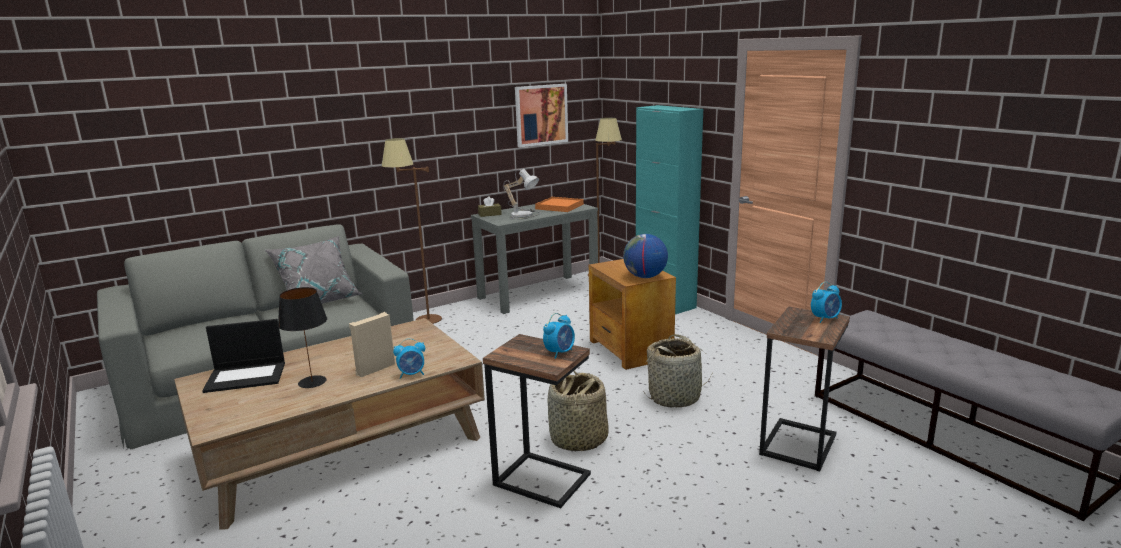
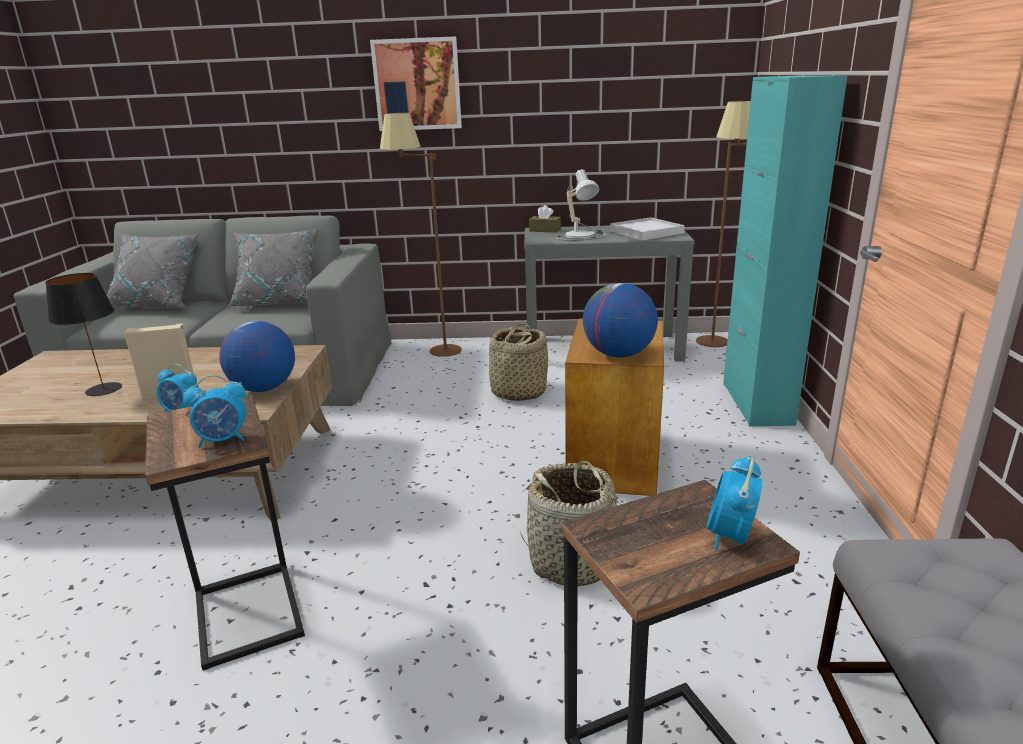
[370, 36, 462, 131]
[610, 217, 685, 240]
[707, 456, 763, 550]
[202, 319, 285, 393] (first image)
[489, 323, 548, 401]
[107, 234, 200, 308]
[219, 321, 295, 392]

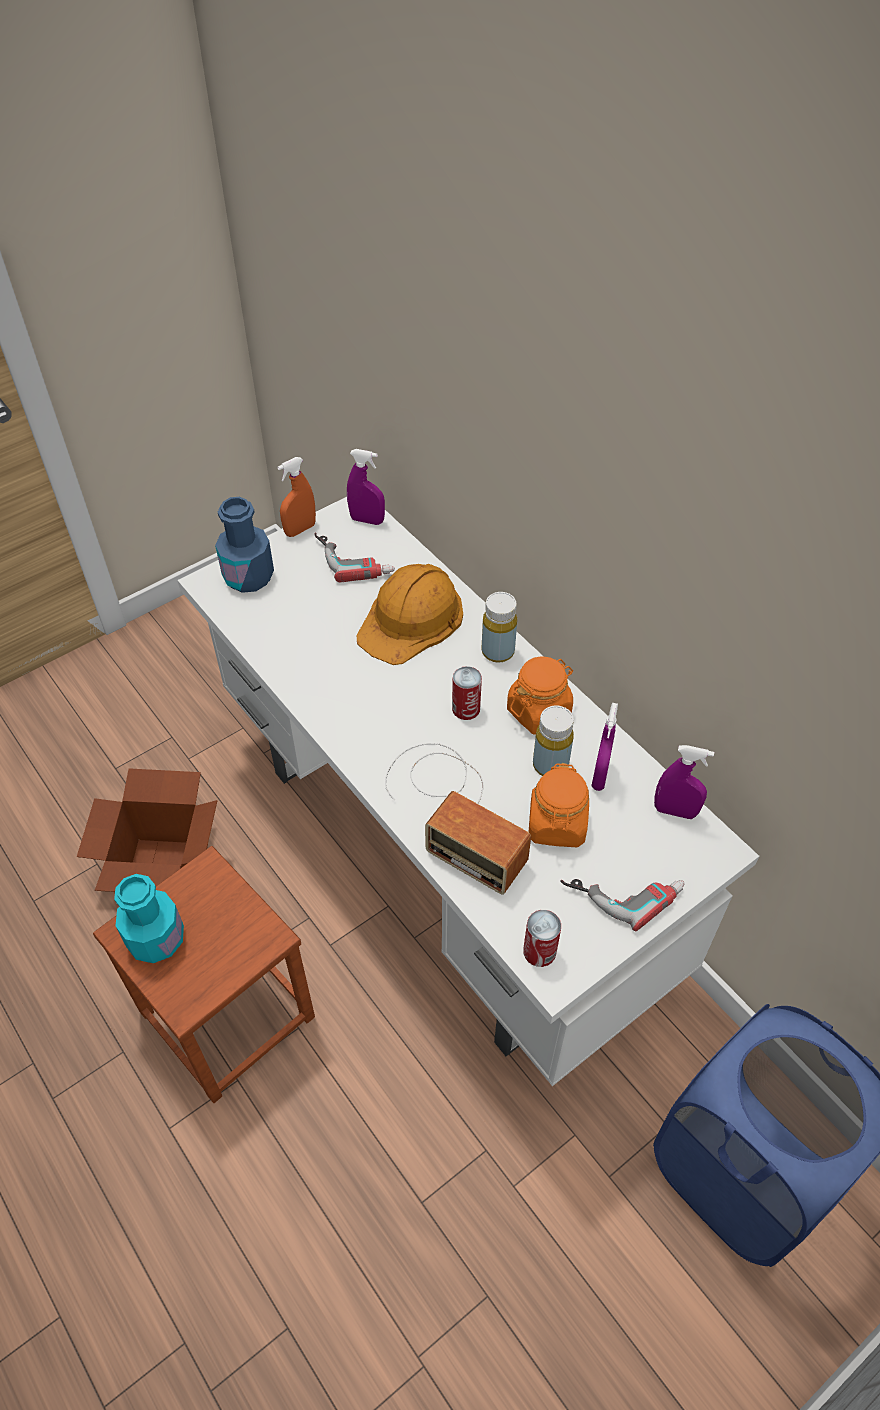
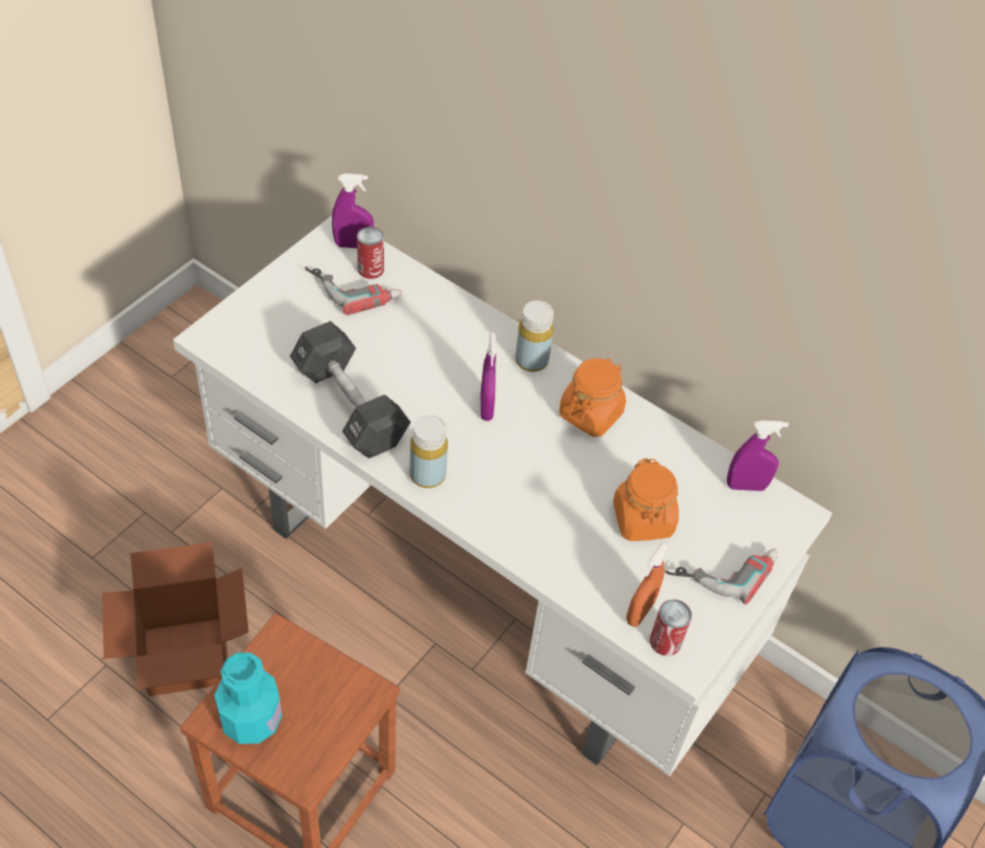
[626, 542, 669, 627]
[215, 497, 274, 593] (first image)
[357, 564, 463, 665] (first image)
[357, 227, 384, 279]
[480, 333, 496, 421]
[410, 415, 448, 488]
[385, 743, 531, 895] (first image)
[290, 321, 411, 458]

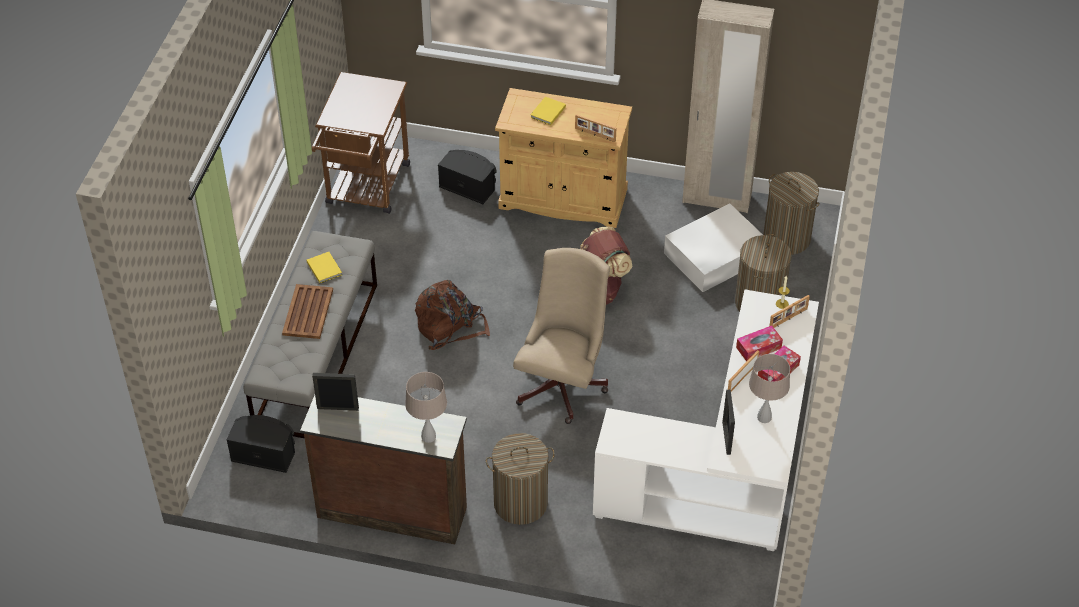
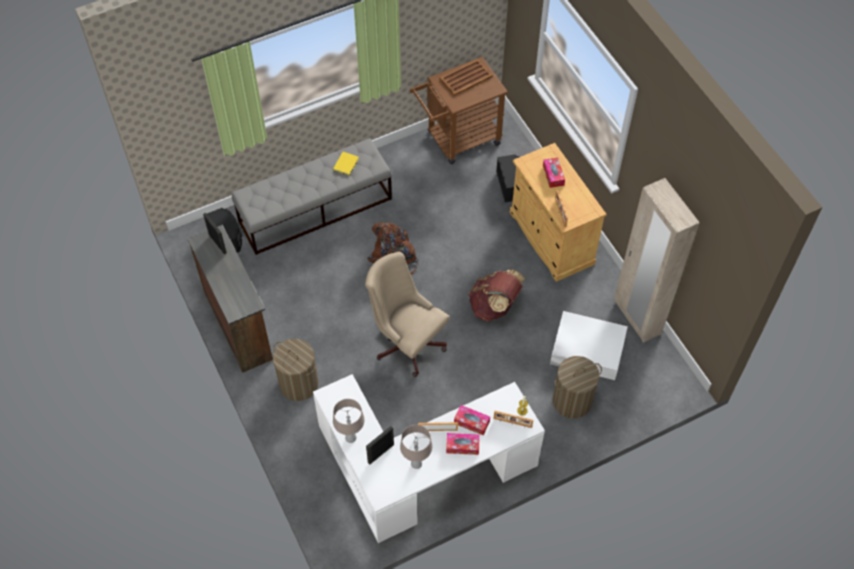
[543, 157, 565, 188]
[763, 172, 820, 255] (first image)
[365, 252, 450, 377]
[440, 59, 493, 96]
[333, 399, 365, 443]

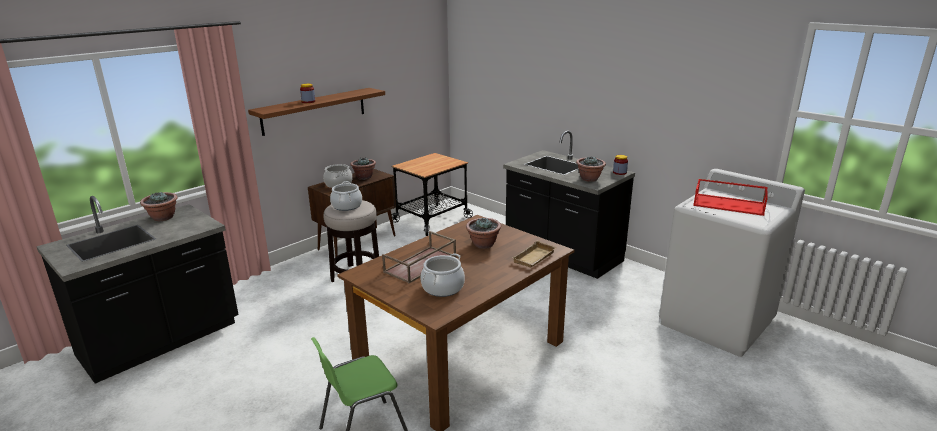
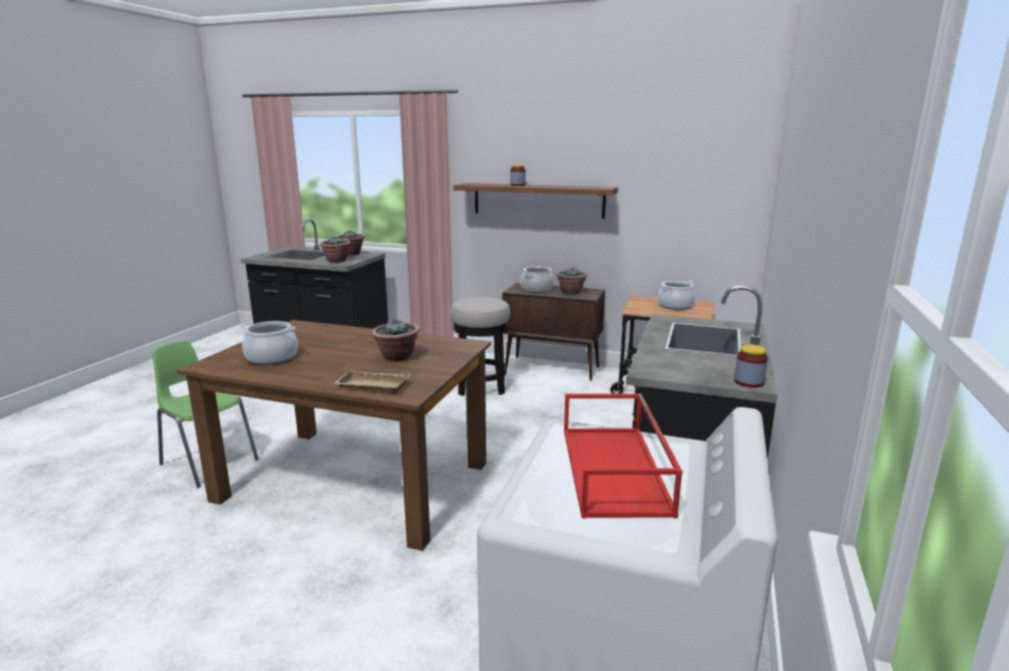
[319, 237, 351, 263]
[658, 281, 695, 310]
[382, 231, 456, 284] (first image)

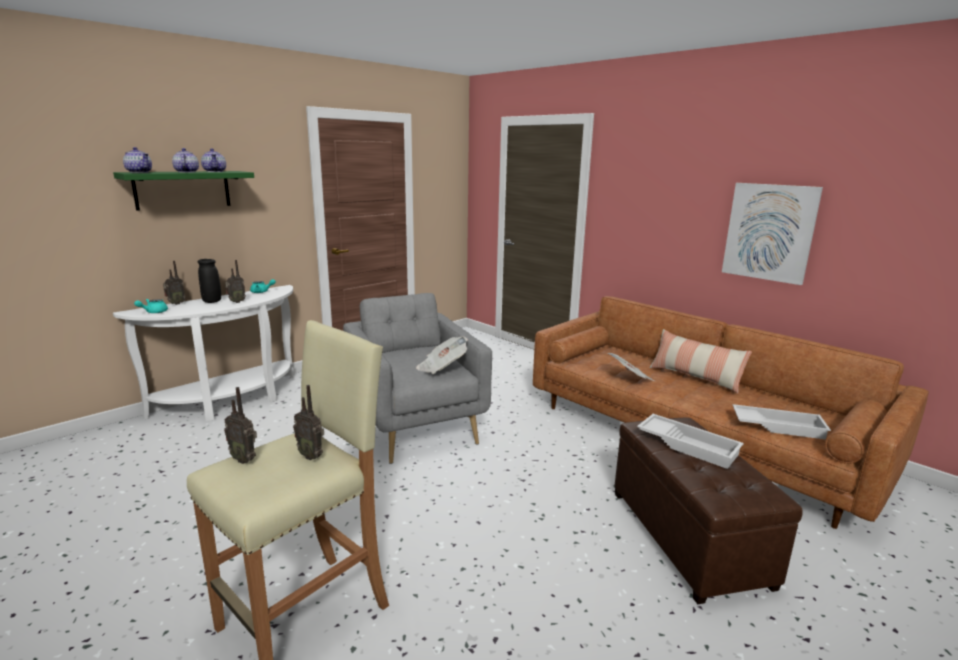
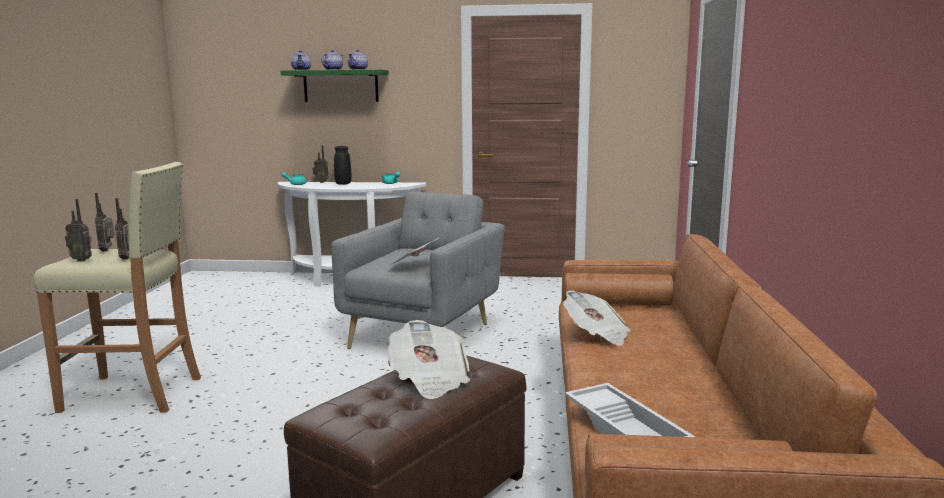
[722, 183, 823, 285] (first image)
[65, 199, 92, 262]
[649, 329, 752, 394] (first image)
[387, 320, 470, 399]

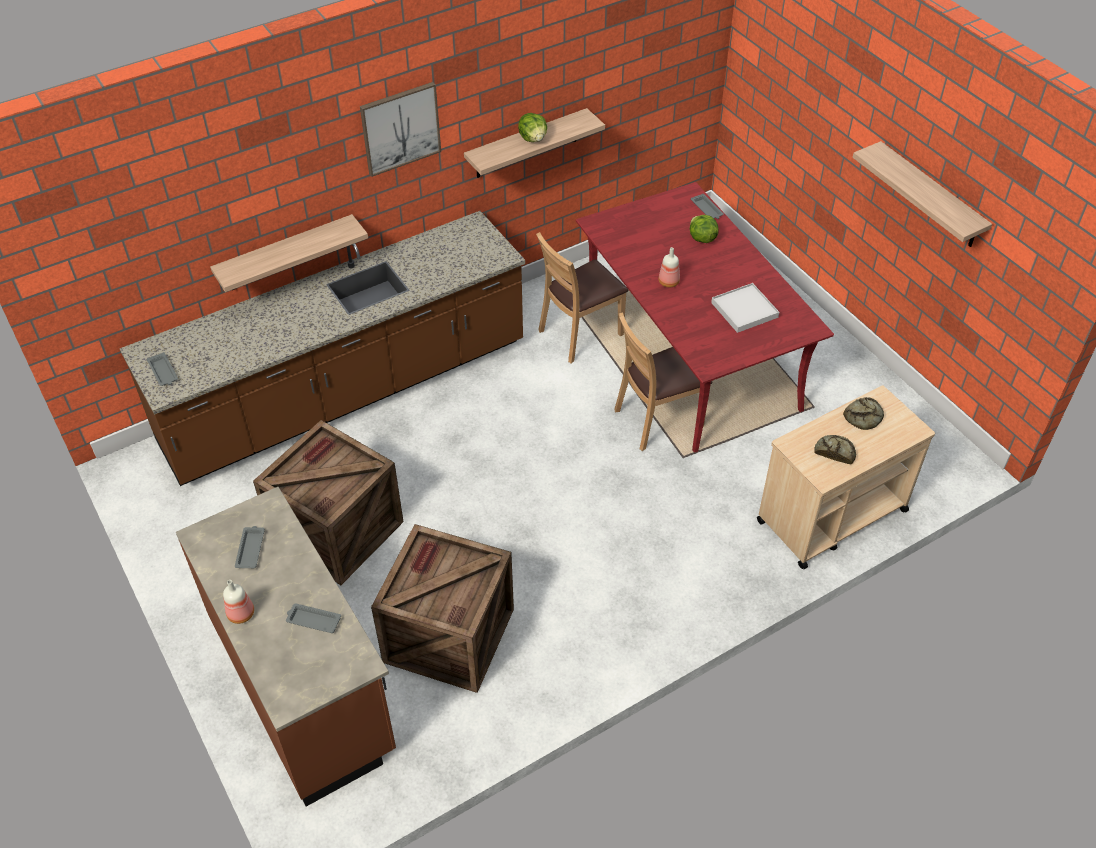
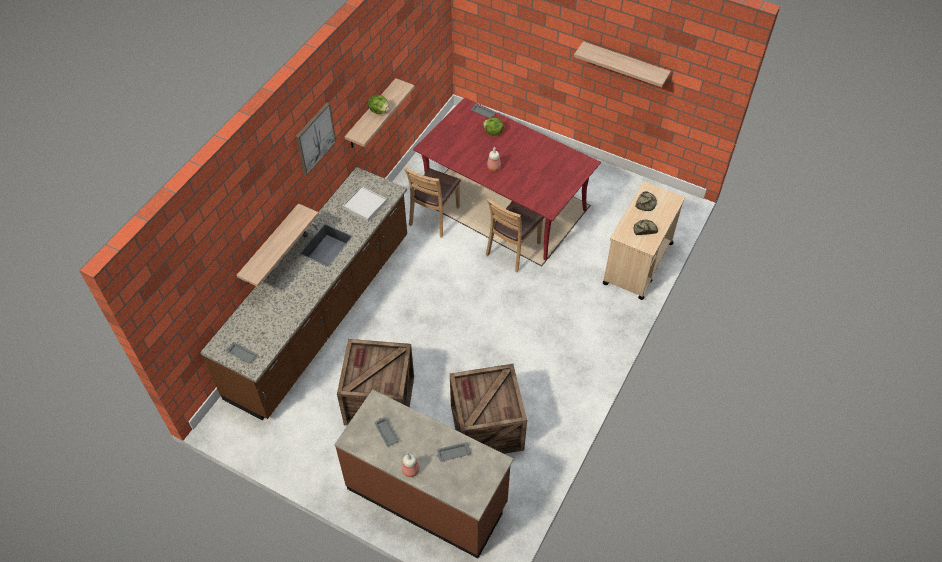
[343, 186, 387, 222]

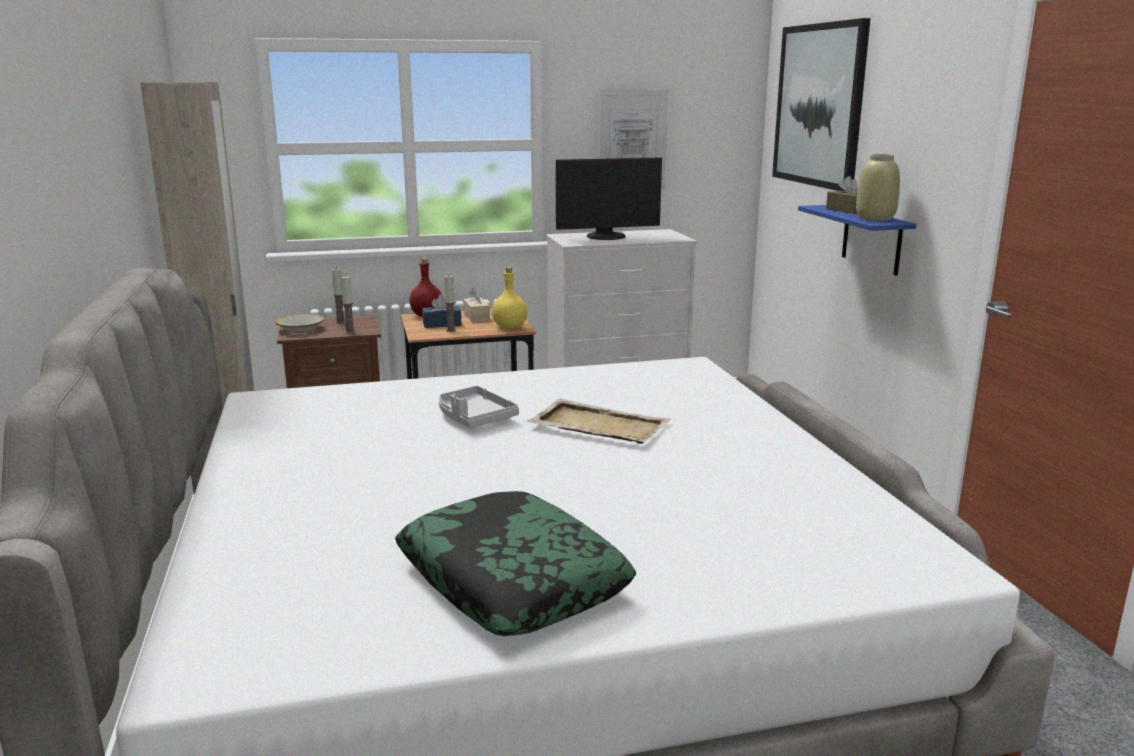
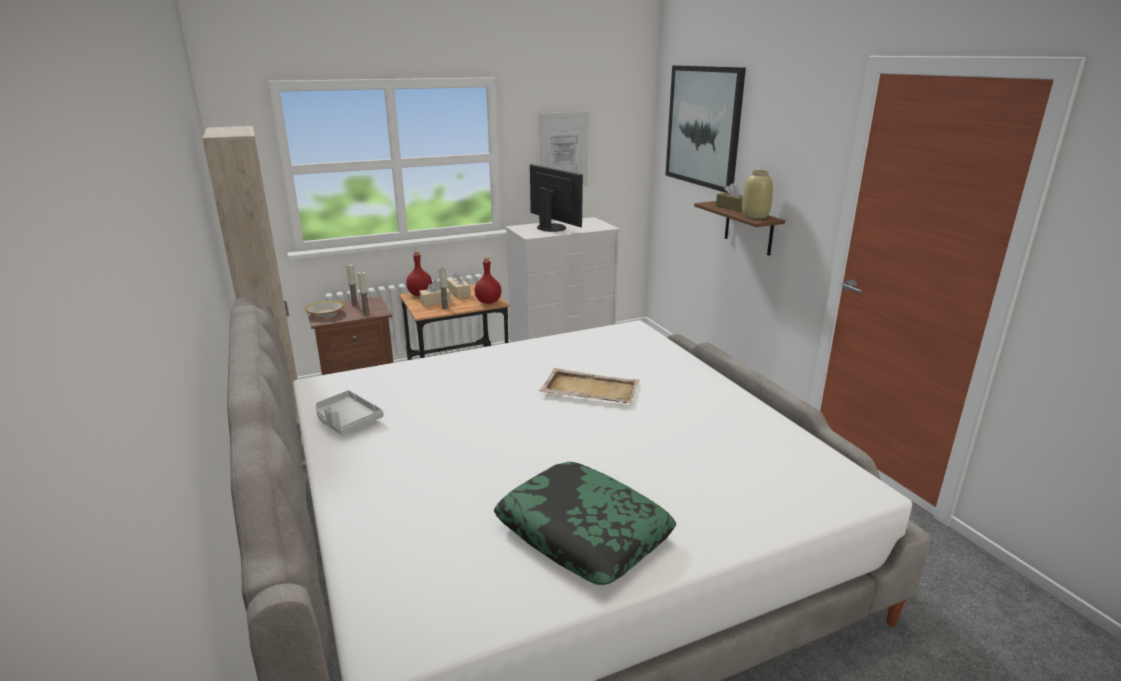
[530, 164, 583, 232]
[694, 201, 785, 255]
[475, 258, 501, 304]
[419, 280, 451, 307]
[316, 390, 383, 435]

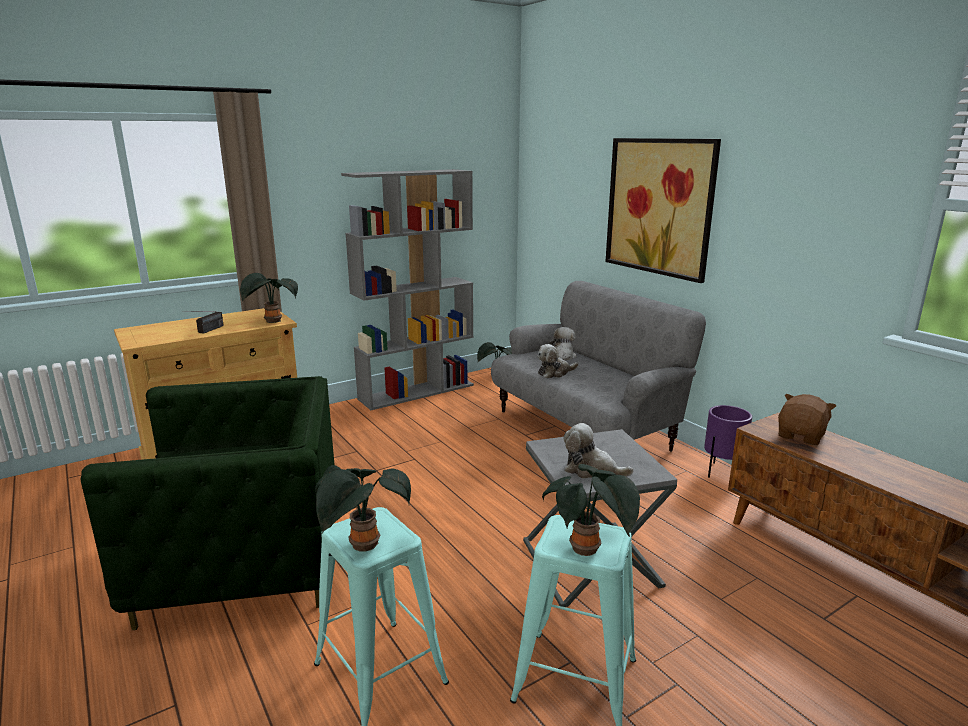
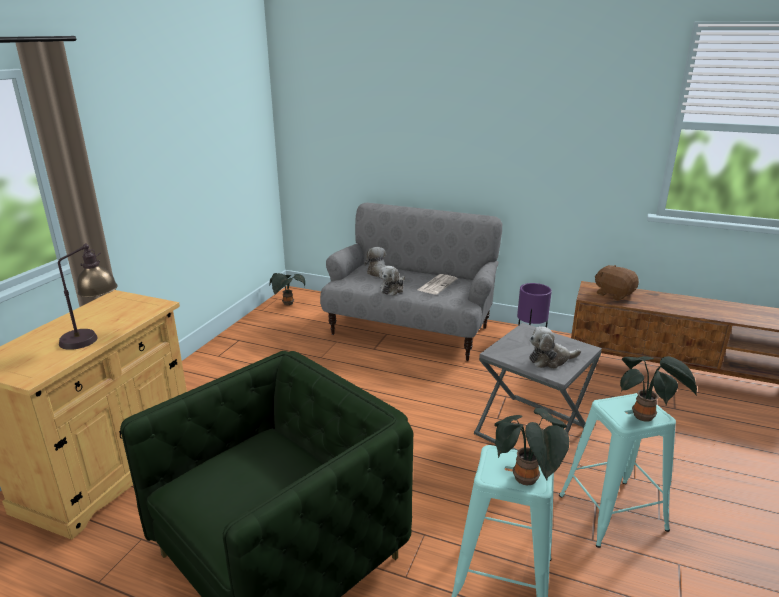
[605, 138, 721, 283] (first image)
[341, 169, 474, 410] (first image)
[240, 273, 298, 323] (first image)
[58, 243, 118, 350]
[595, 265, 639, 301]
[418, 274, 458, 295]

